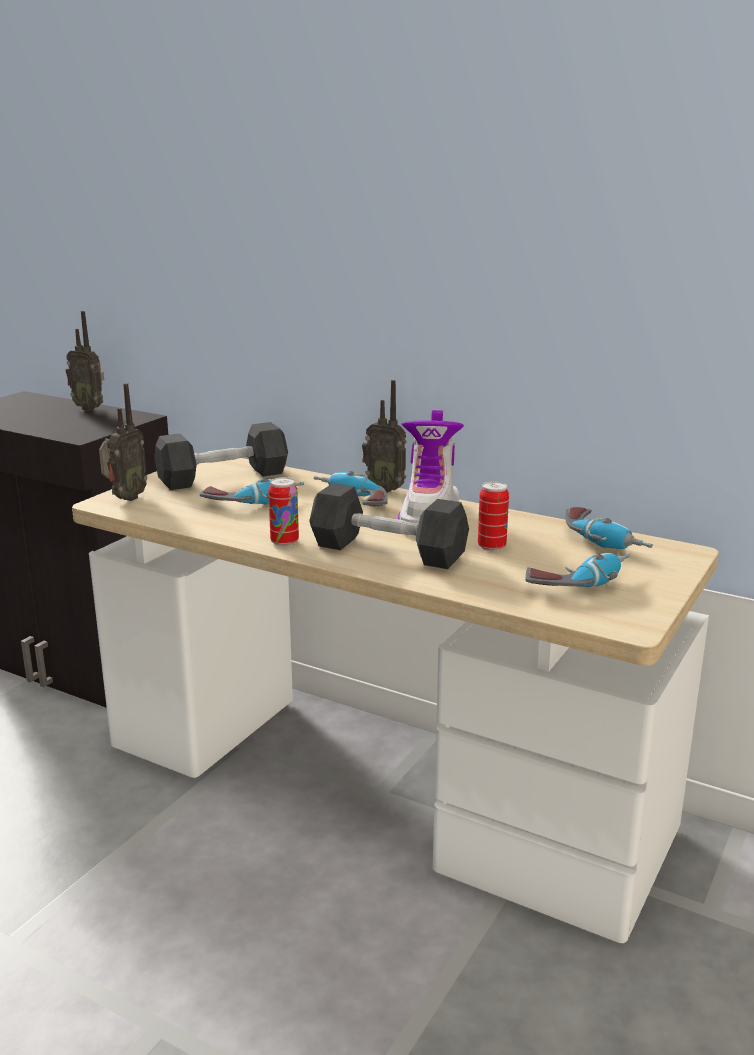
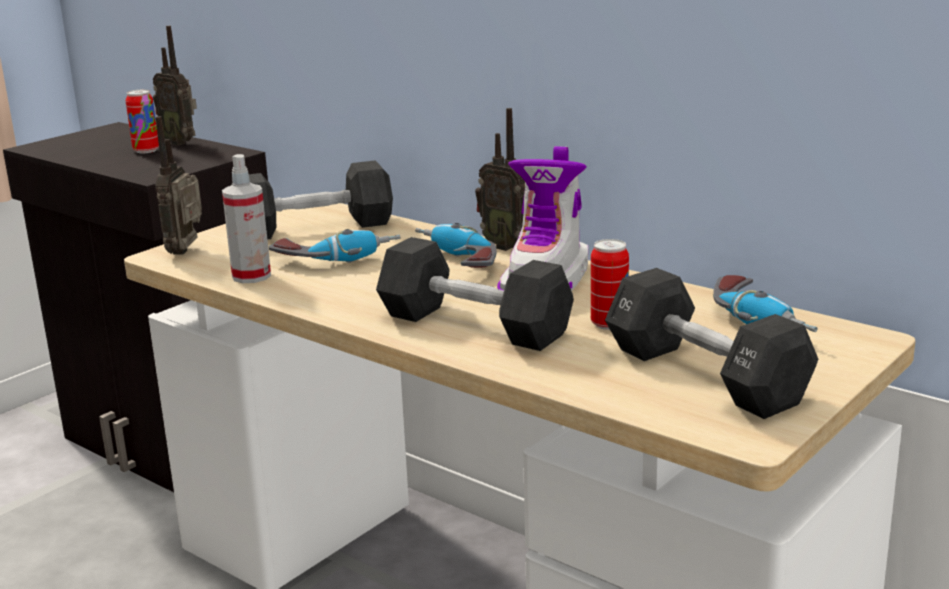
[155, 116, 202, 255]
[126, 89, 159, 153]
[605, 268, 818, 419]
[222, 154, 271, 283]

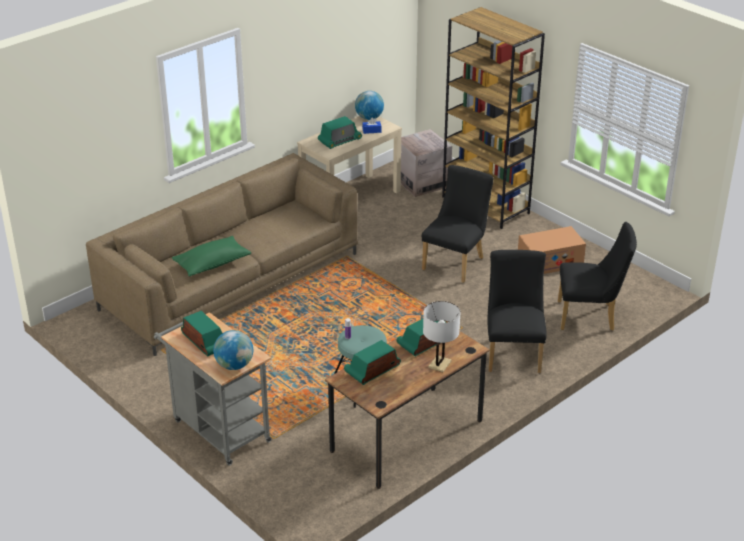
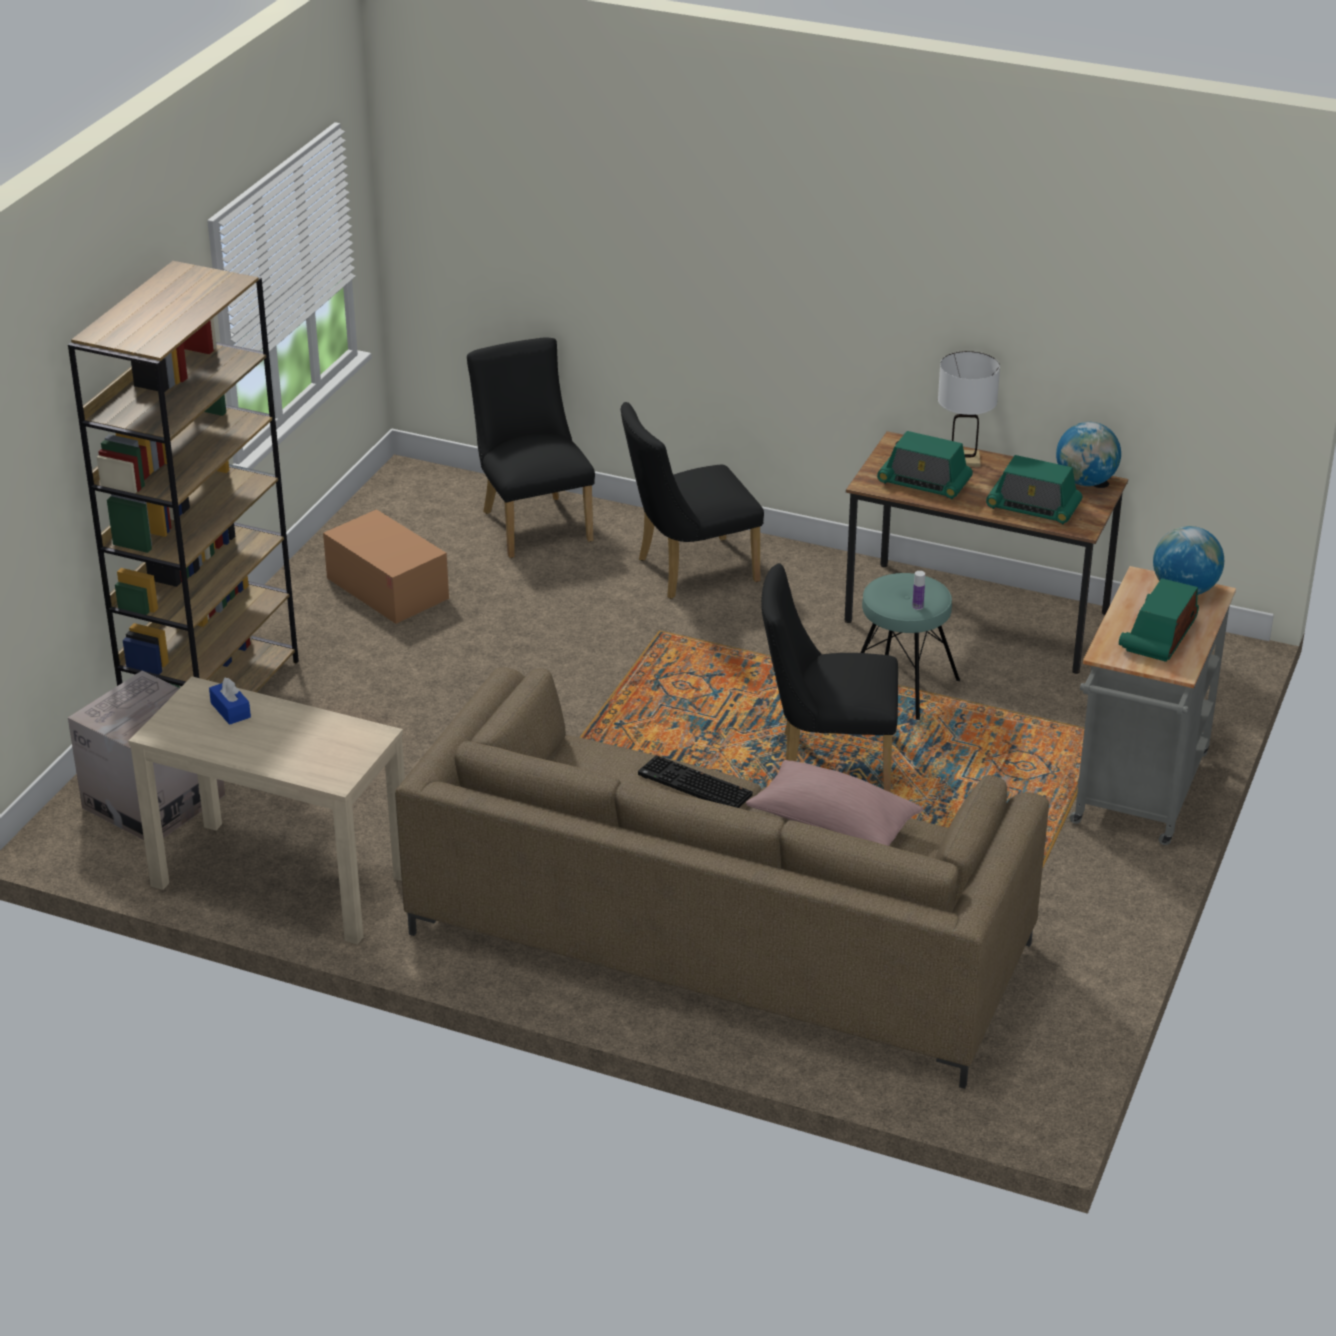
[1056, 422, 1121, 486]
[318, 116, 362, 149] (first image)
[761, 563, 898, 792]
[746, 760, 923, 846]
[638, 755, 753, 808]

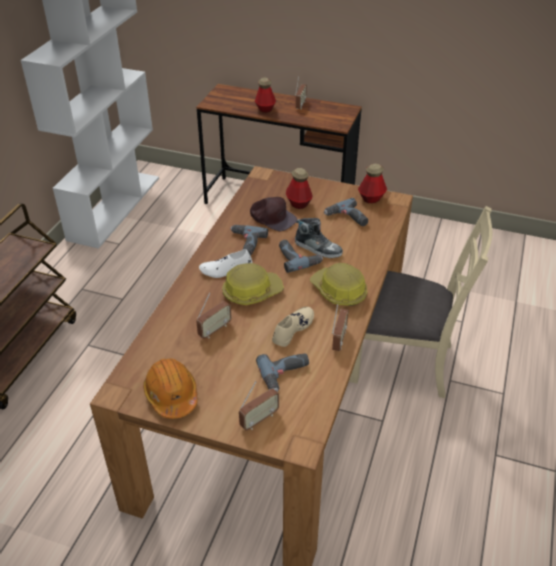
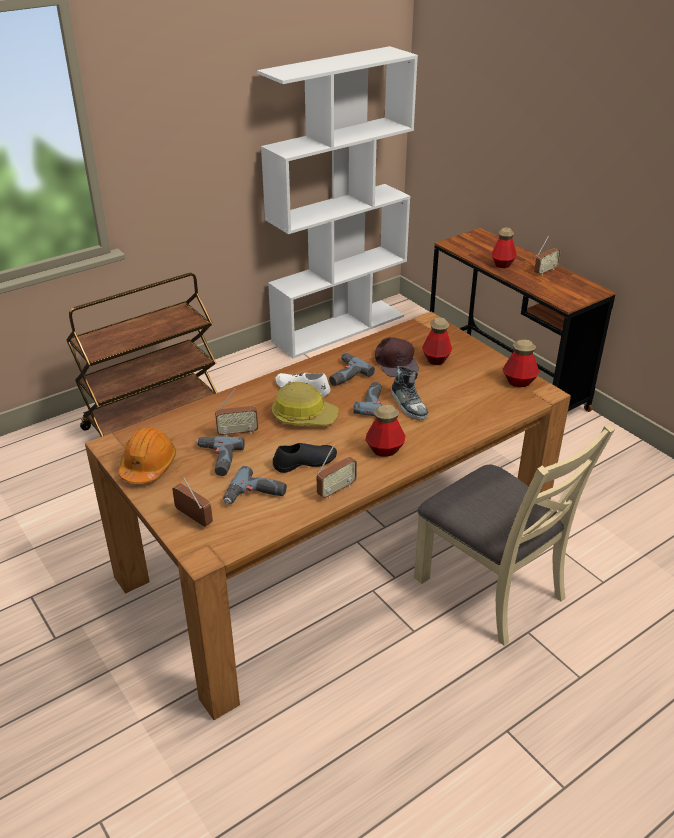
[196, 436, 245, 476]
[365, 405, 405, 457]
[273, 443, 337, 473]
[172, 477, 213, 527]

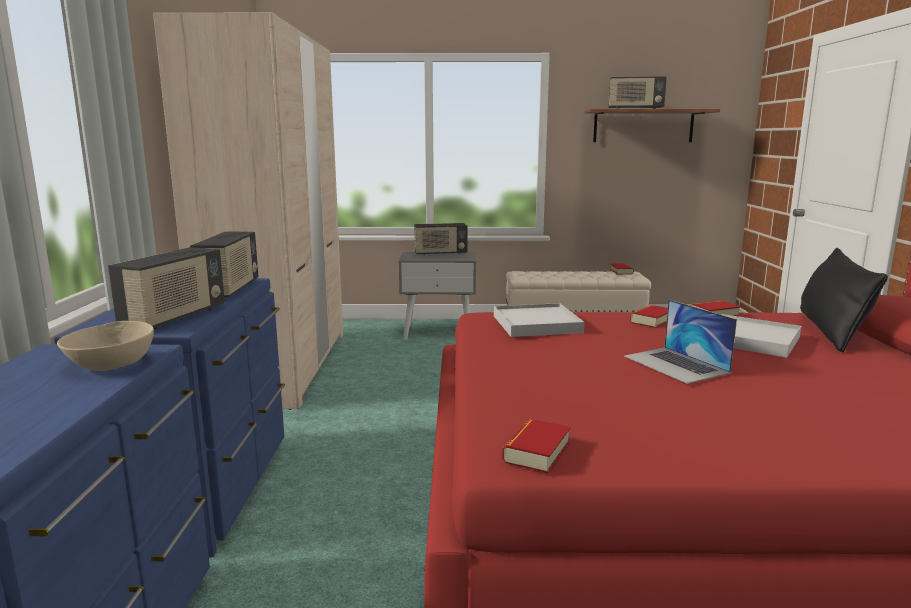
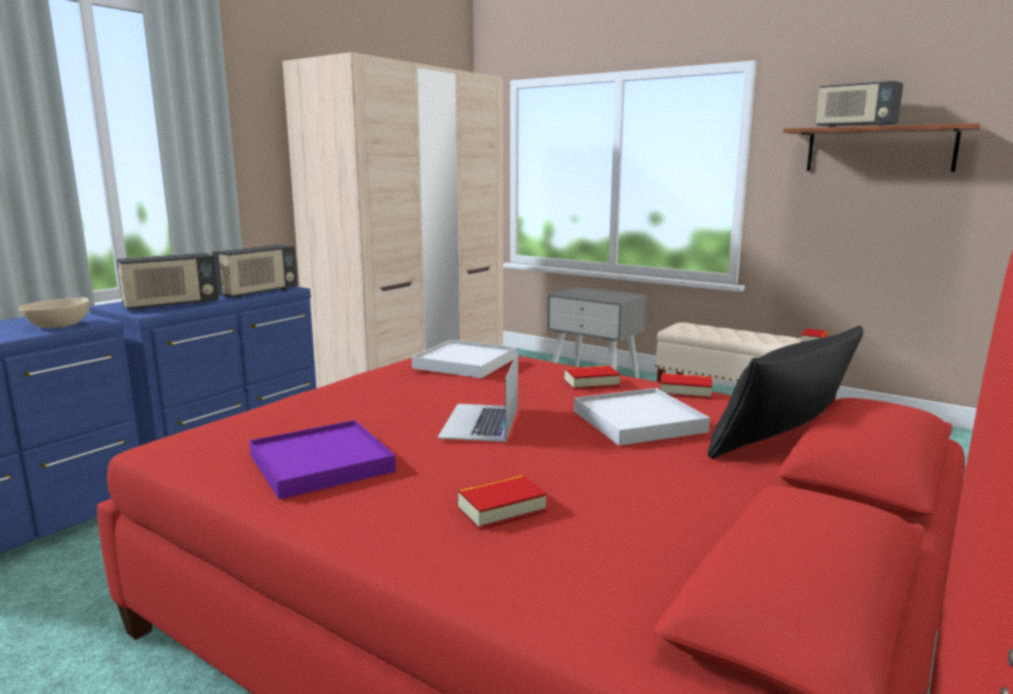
[414, 223, 467, 255] (first image)
[457, 475, 547, 530]
[249, 420, 396, 499]

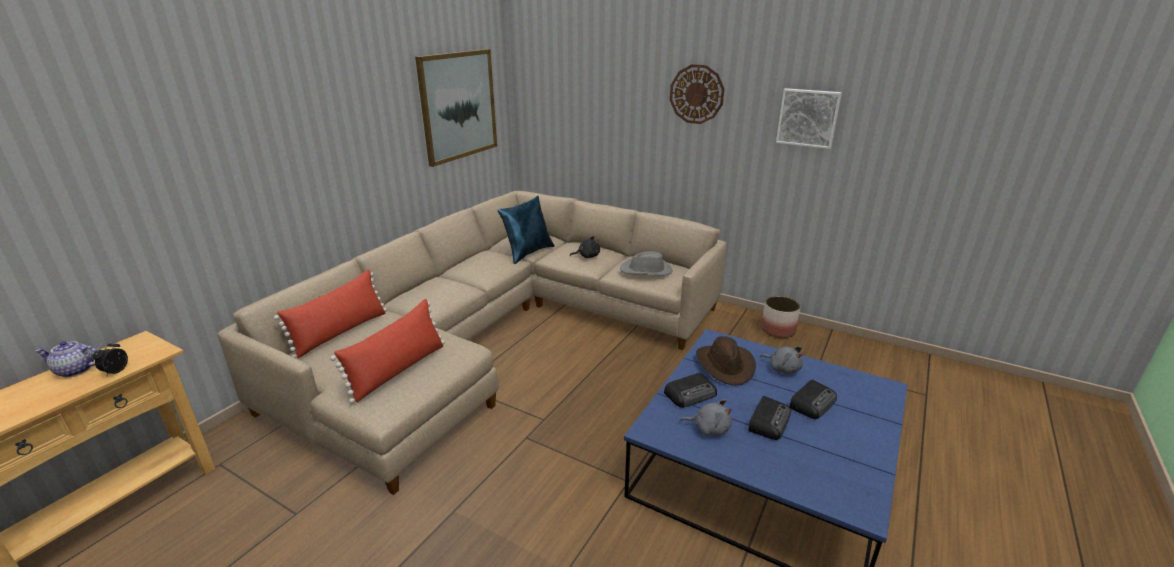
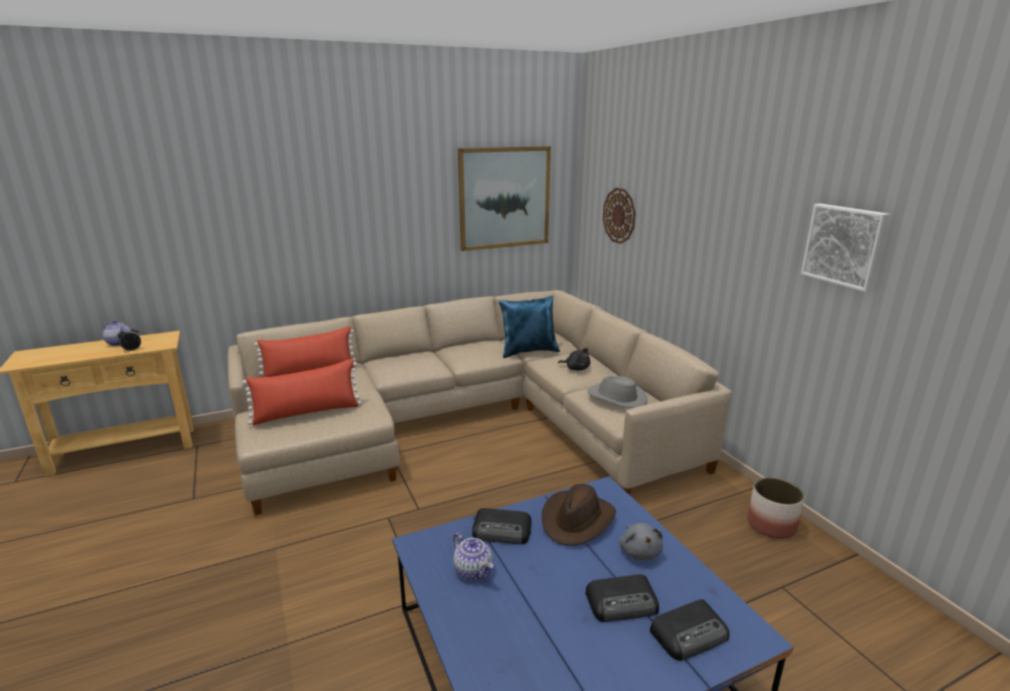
[603, 188, 636, 244]
[650, 599, 729, 661]
[453, 533, 493, 580]

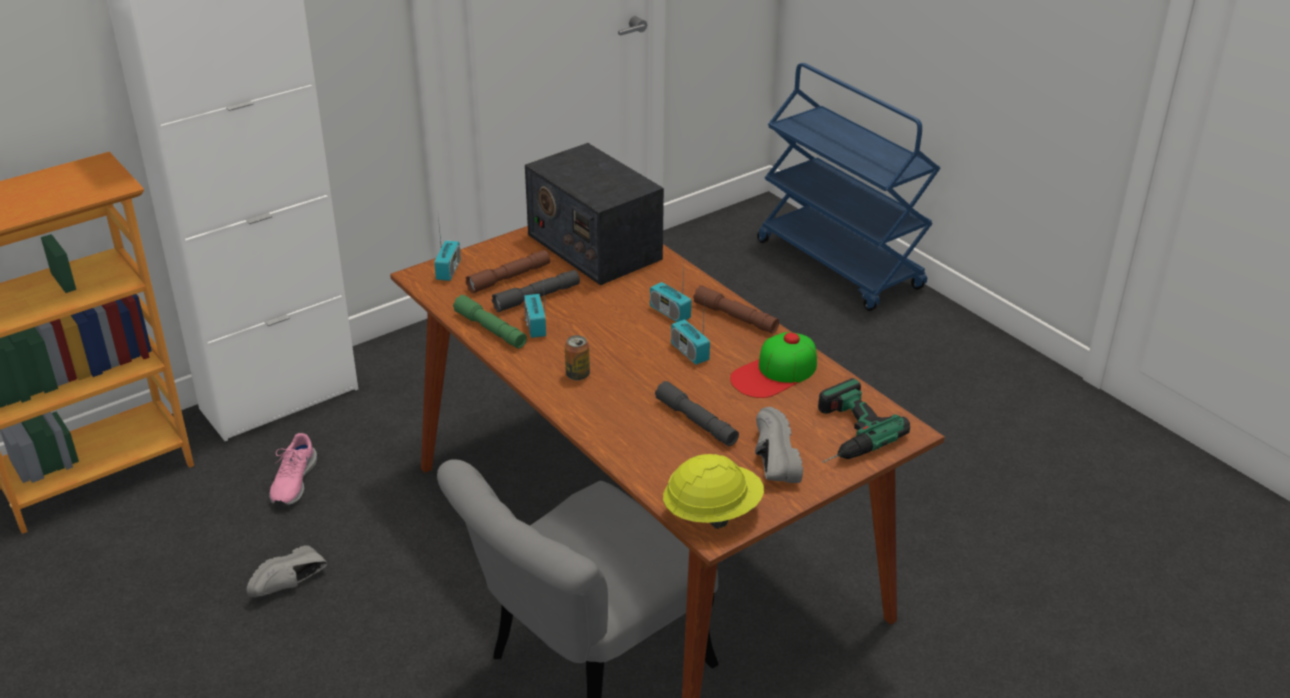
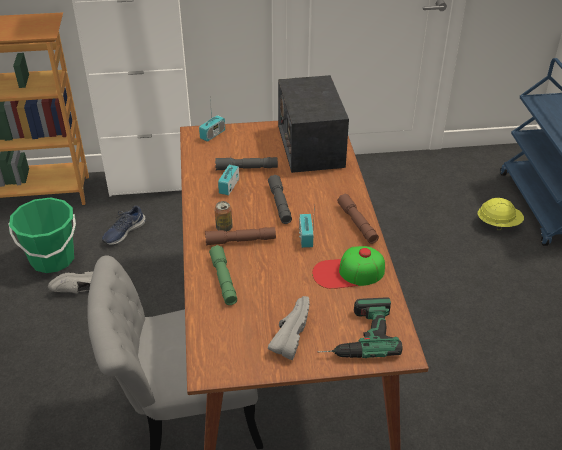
[205, 227, 276, 245]
[650, 264, 691, 322] (first image)
[209, 245, 237, 305]
[268, 175, 292, 224]
[102, 205, 146, 245]
[478, 198, 524, 230]
[9, 197, 76, 273]

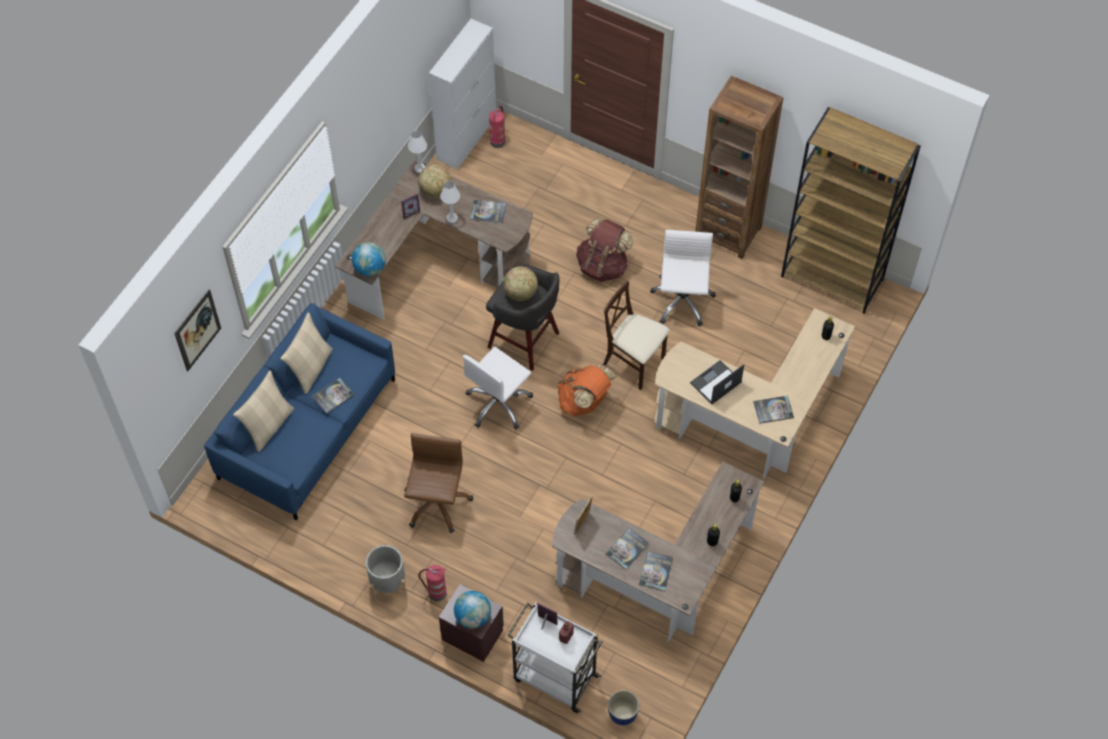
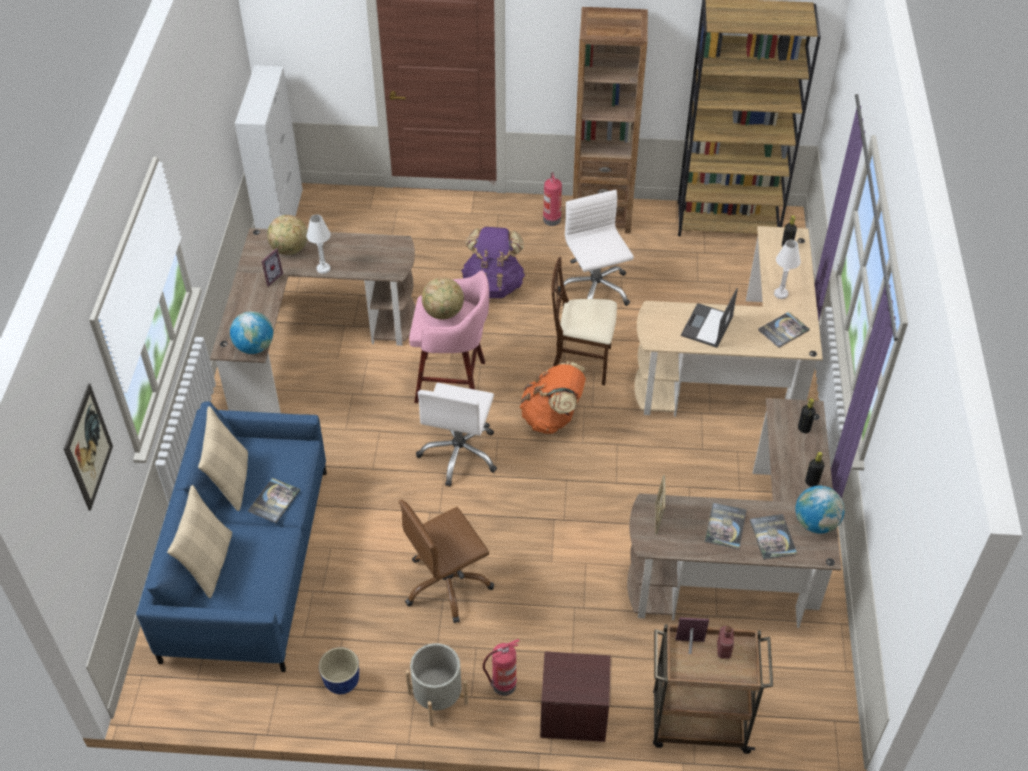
[543, 172, 562, 226]
[774, 240, 801, 299]
[470, 200, 507, 223] (first image)
[461, 227, 525, 298]
[409, 270, 489, 403]
[399, 500, 494, 623]
[796, 486, 844, 534]
[653, 624, 773, 754]
[319, 647, 359, 694]

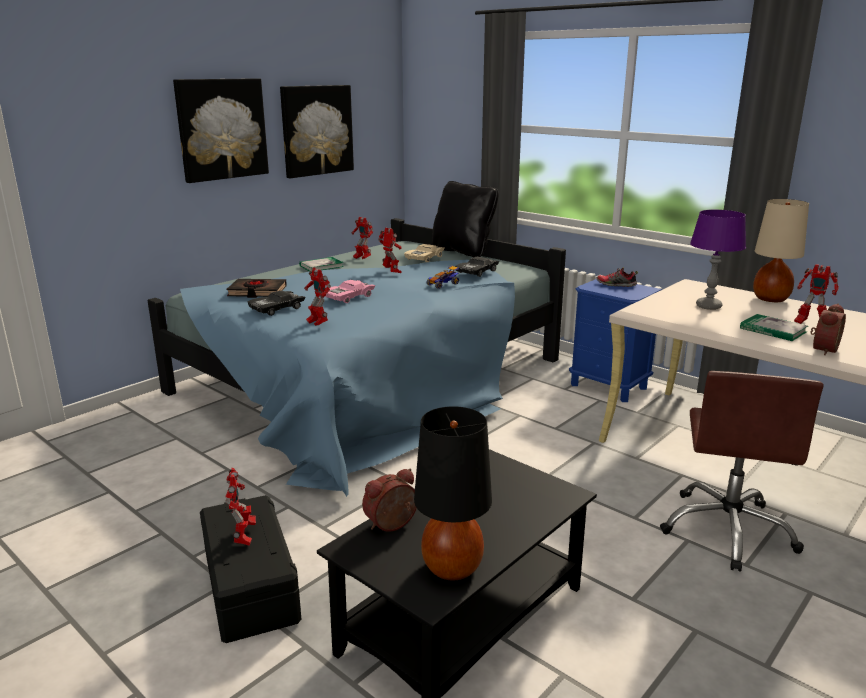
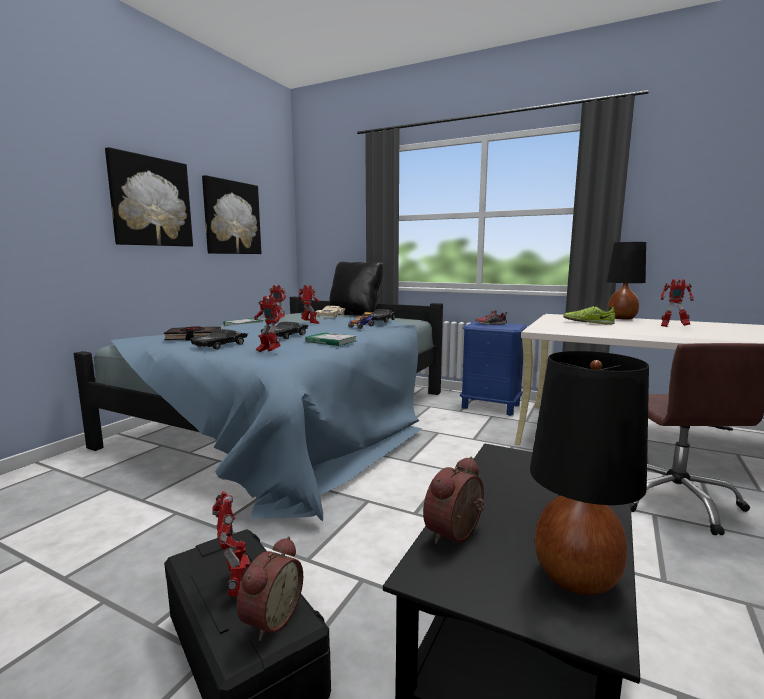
[607, 242, 646, 320]
[563, 306, 615, 325]
[261, 322, 309, 339]
[236, 536, 303, 641]
[305, 333, 356, 346]

